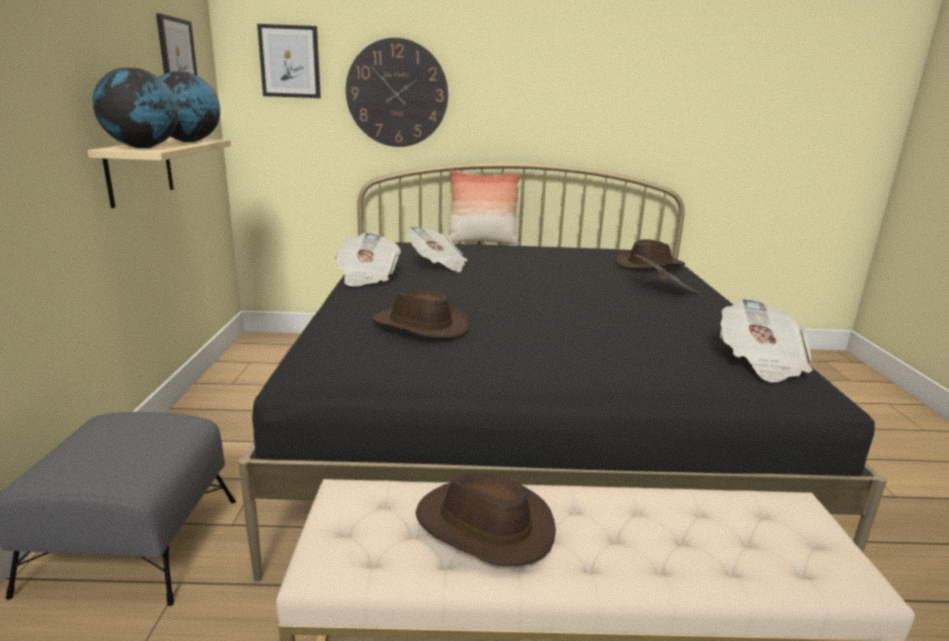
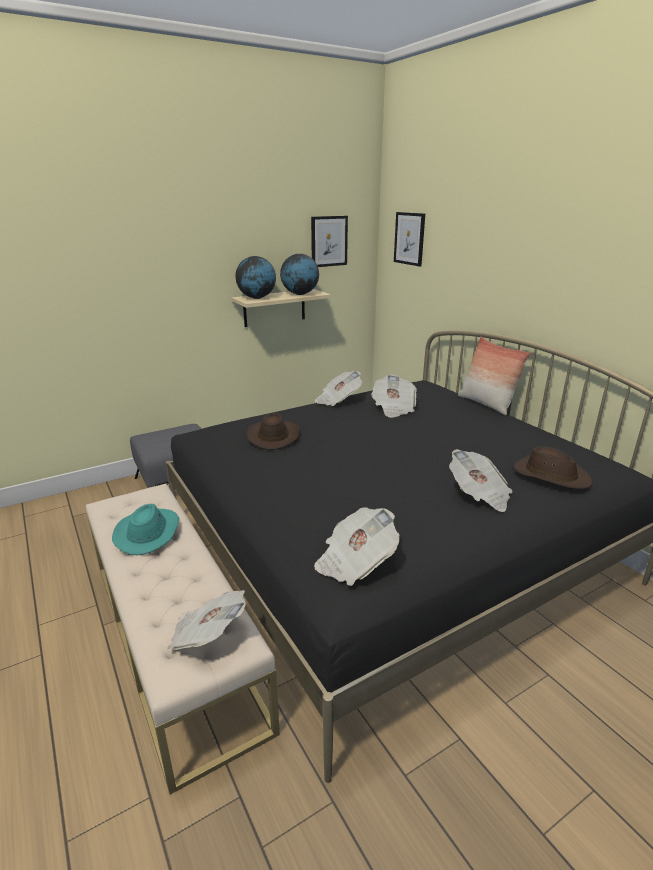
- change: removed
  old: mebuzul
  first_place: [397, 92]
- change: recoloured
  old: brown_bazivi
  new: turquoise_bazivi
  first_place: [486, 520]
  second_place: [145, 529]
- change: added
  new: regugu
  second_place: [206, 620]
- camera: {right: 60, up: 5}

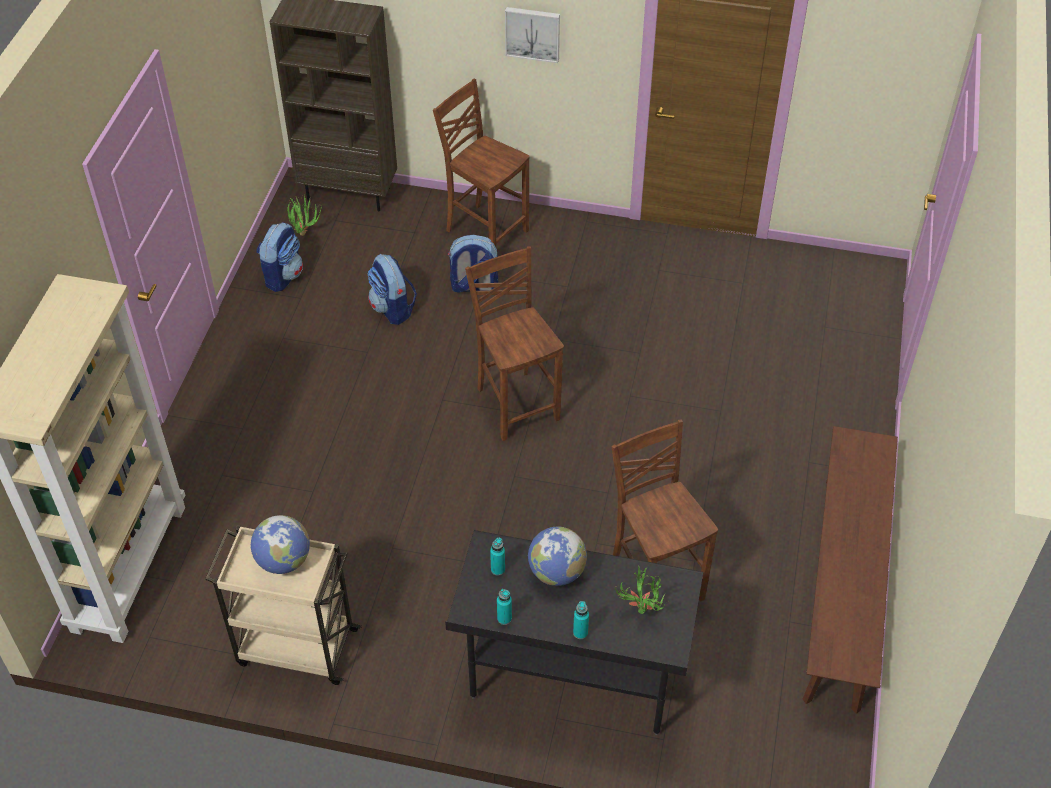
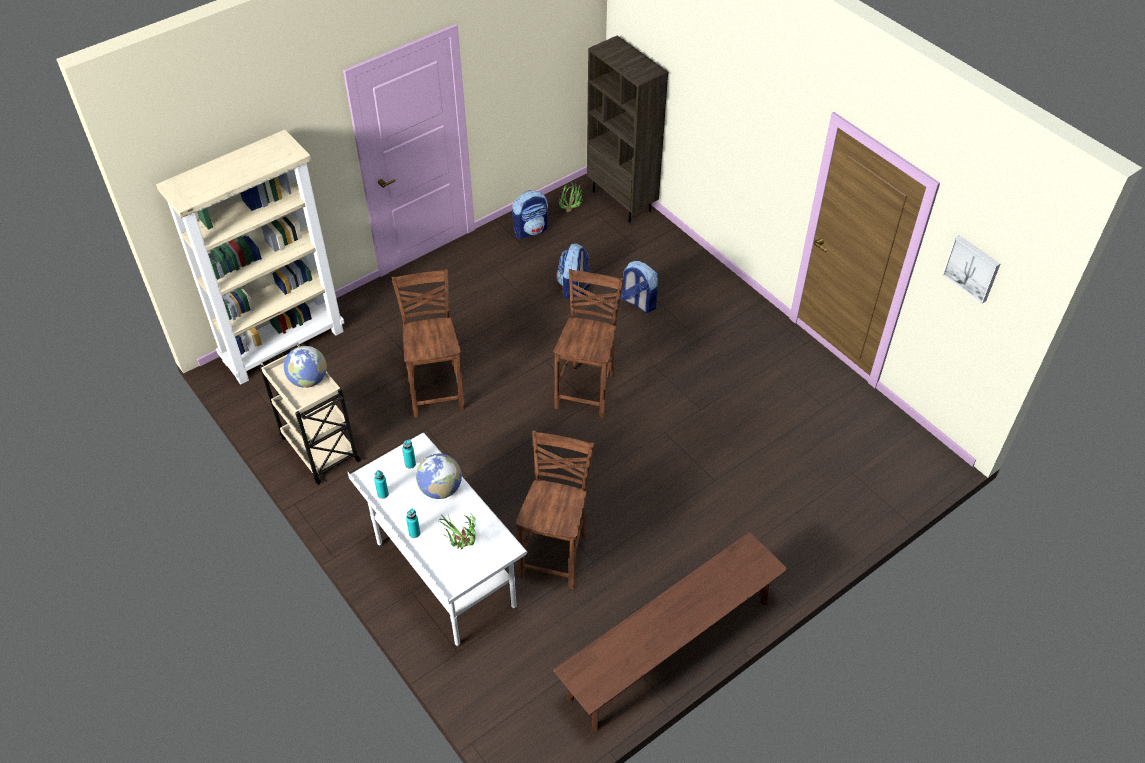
- change: moved
  old: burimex
  first_place: [532, 35]
  second_place: [971, 270]
- change: moved
  old: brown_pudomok
  first_place: [481, 162]
  second_place: [428, 343]
- change: recoloured
  old: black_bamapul
  new: white_bamapul
  first_place: [574, 632]
  second_place: [438, 540]
- camera: {right: 40, up: 0}

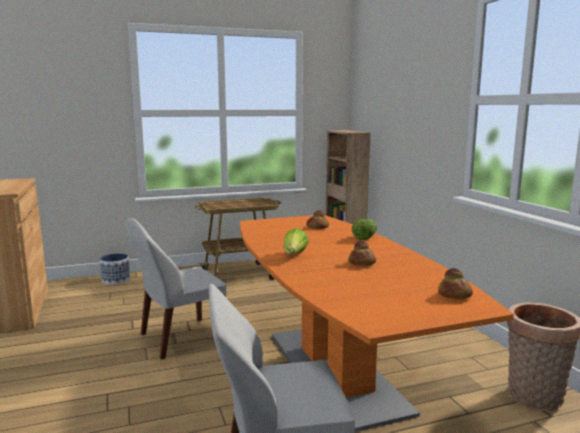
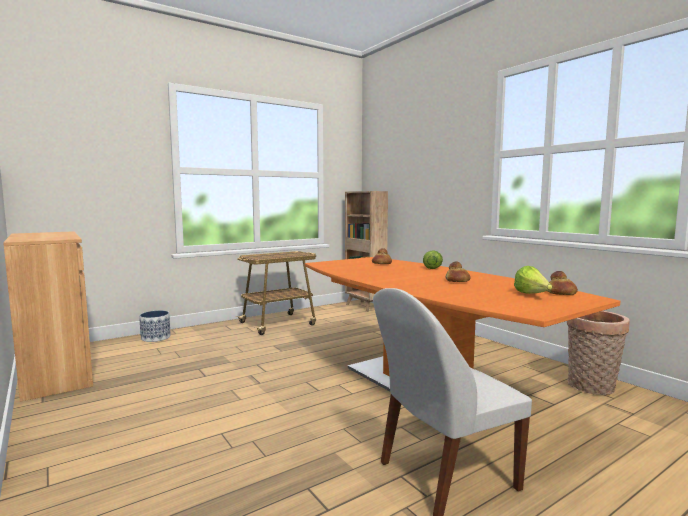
- change: removed
  old: white_pudomok
  first_place: [175, 289]
- change: moved
  old: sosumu
  first_place: [296, 241]
  second_place: [533, 280]
- camera: {right: -15, up: -5}

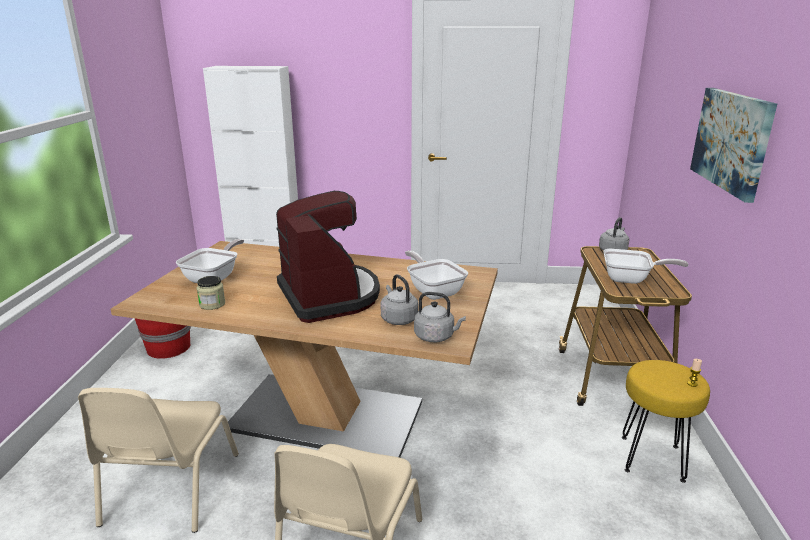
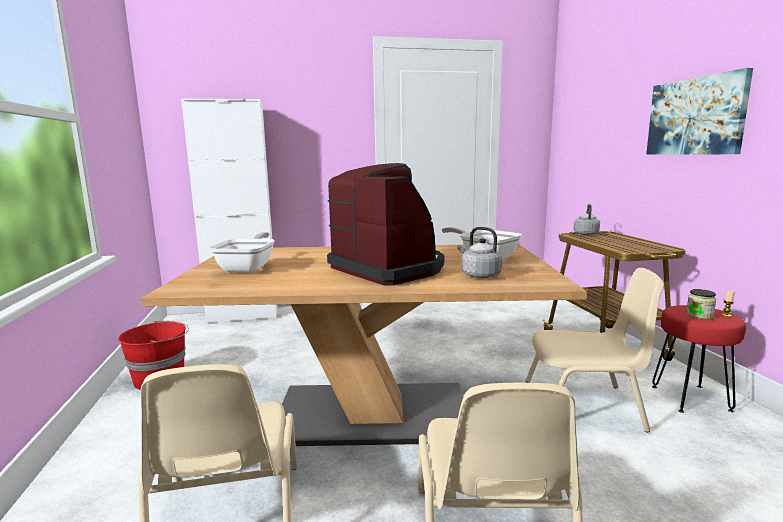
- change: removed
  old: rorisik
  first_place: [645, 266]
- change: moved
  old: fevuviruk
  first_place: [211, 293]
  second_place: [701, 304]
- change: removed
  old: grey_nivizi
  first_place: [440, 317]
- change: recoloured
  old: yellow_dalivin
  new: red_dalivin
  first_place: [666, 421]
  second_place: [699, 359]
- change: added
  new: beige_pudomok
  second_place: [594, 350]
- camera: {right: -15, up: -10}

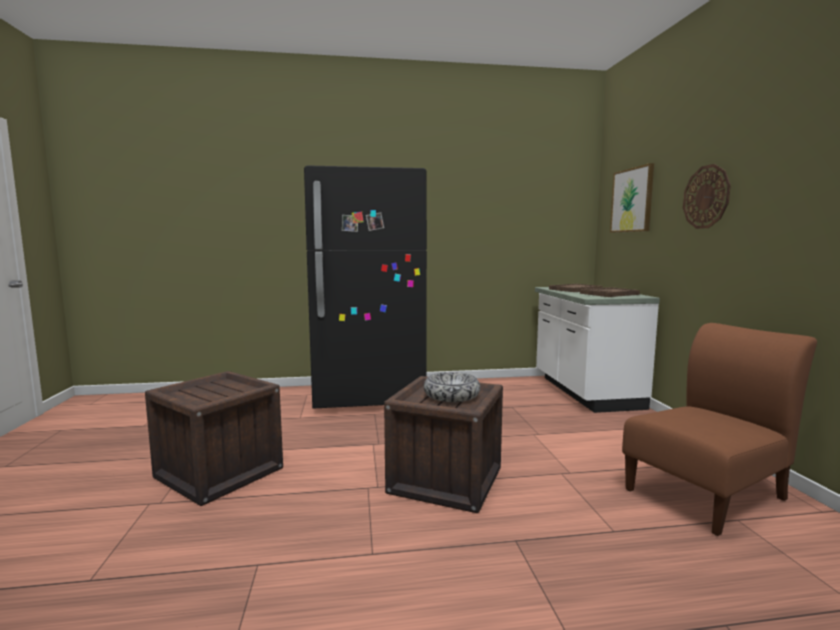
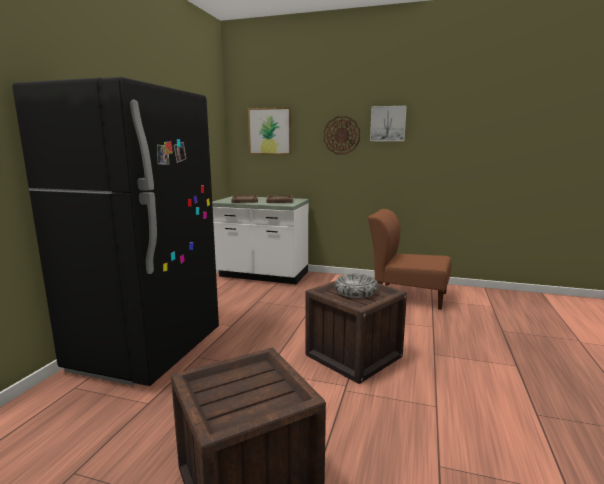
- change: turned
  old: brown_pudomok
  first_place: [719, 429]
  second_place: [410, 259]
  degrees: -60
- change: added
  new: burimex
  second_place: [388, 123]
- camera: {right: -65, up: 5}

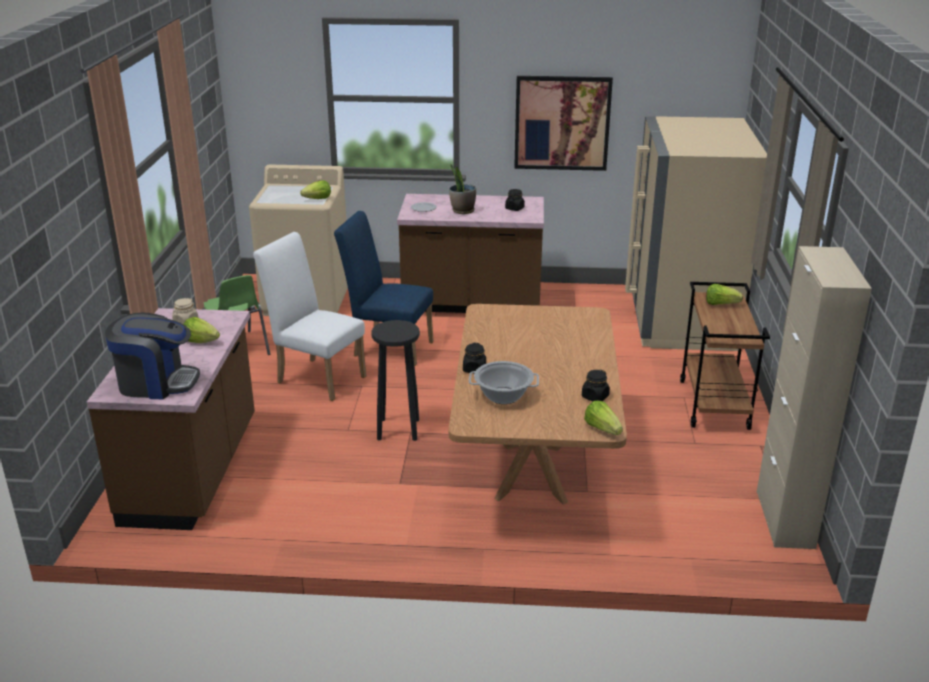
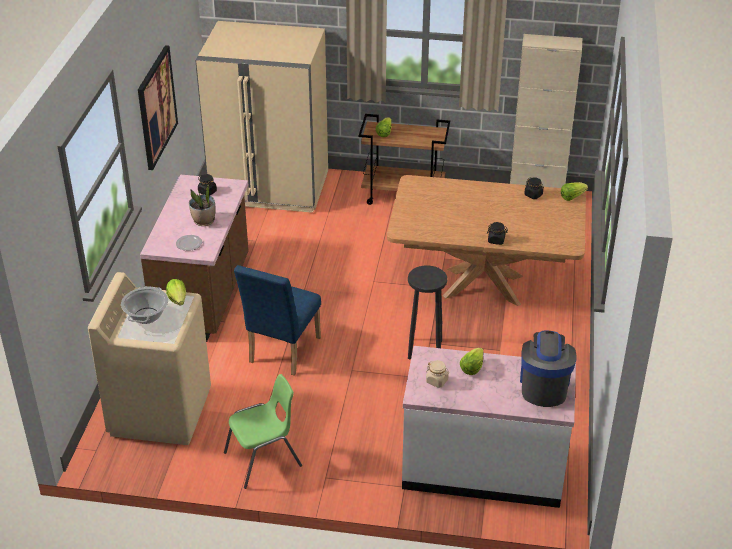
- change: removed
  old: white_pudomok
  first_place: [309, 316]
- change: recoloured
  old: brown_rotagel
  new: white_rotagel
  first_place: [171, 419]
  second_place: [489, 427]
- change: moved
  old: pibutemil
  first_place: [504, 382]
  second_place: [144, 305]
- camera: {right: -85, up: 10}

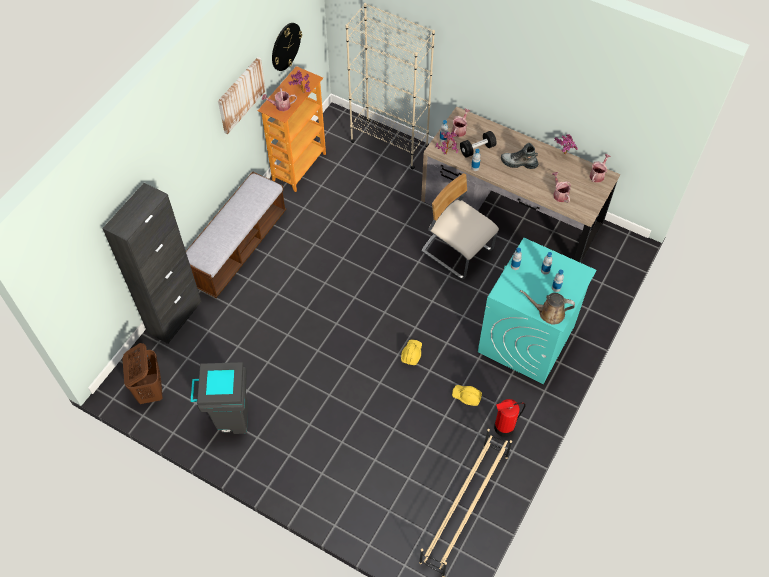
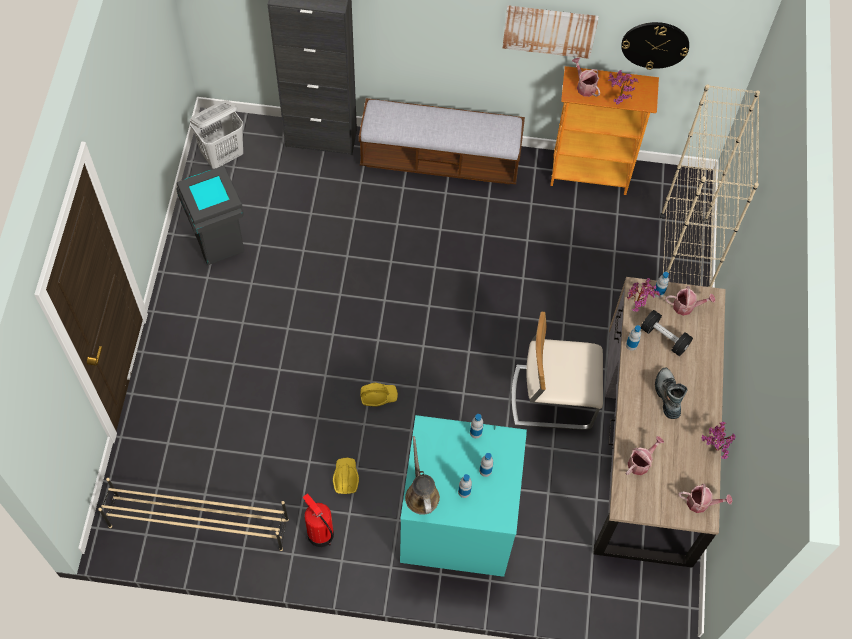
- change: turned
  old: beige_pudomok
  first_place: [460, 226]
  second_place: [557, 371]
  degrees: -105
- change: recoloured
  old: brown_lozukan
  new: white_lozukan
  first_place: [143, 373]
  second_place: [216, 134]
- camera: {right: 65, up: 5}

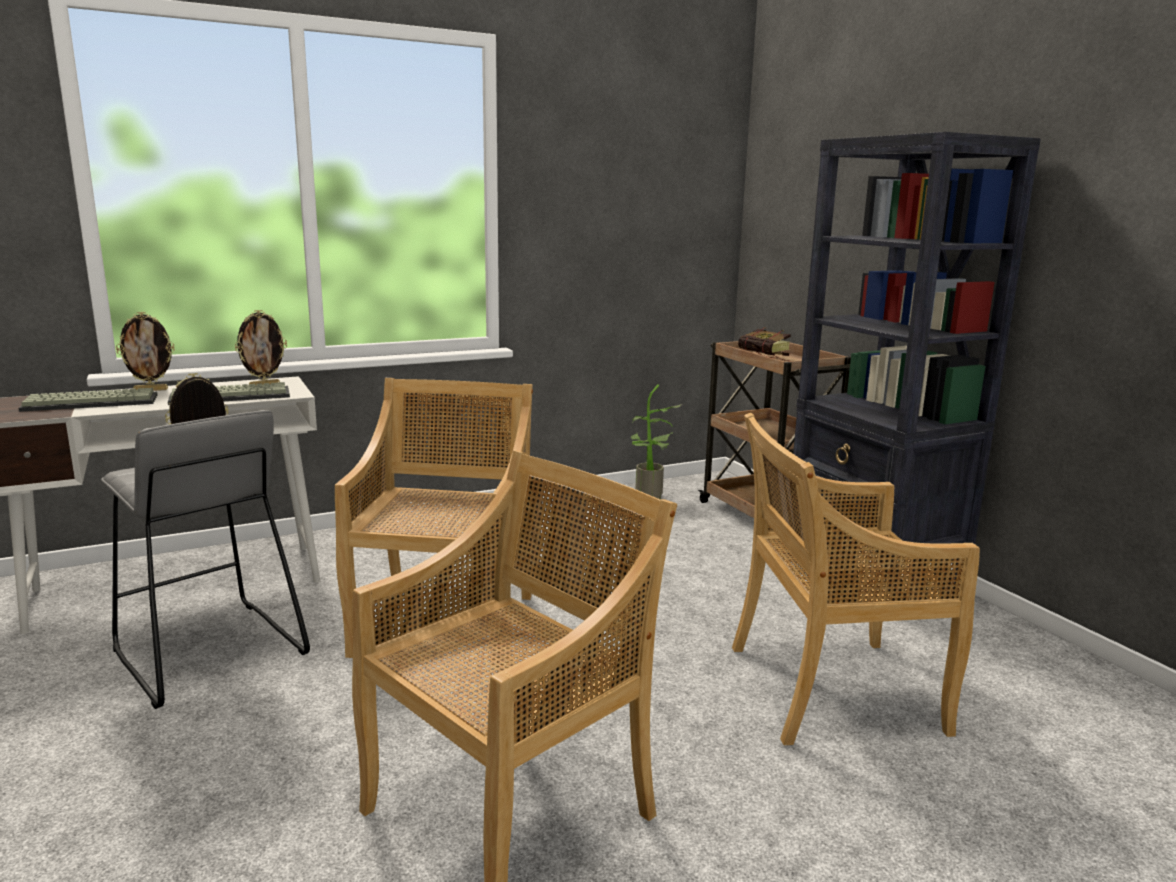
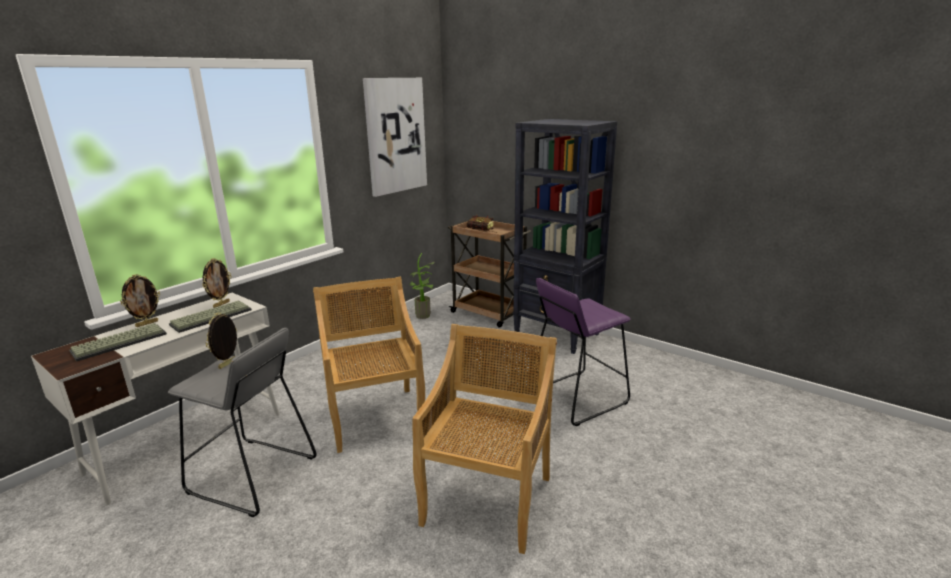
- change: replaced
  old: beige_pudomok
  new: purple_dalivin
  first_place: [856, 579]
  second_place: [578, 352]
- change: added
  new: burimex
  second_place: [395, 137]
- camera: {right: -25, up: 5}

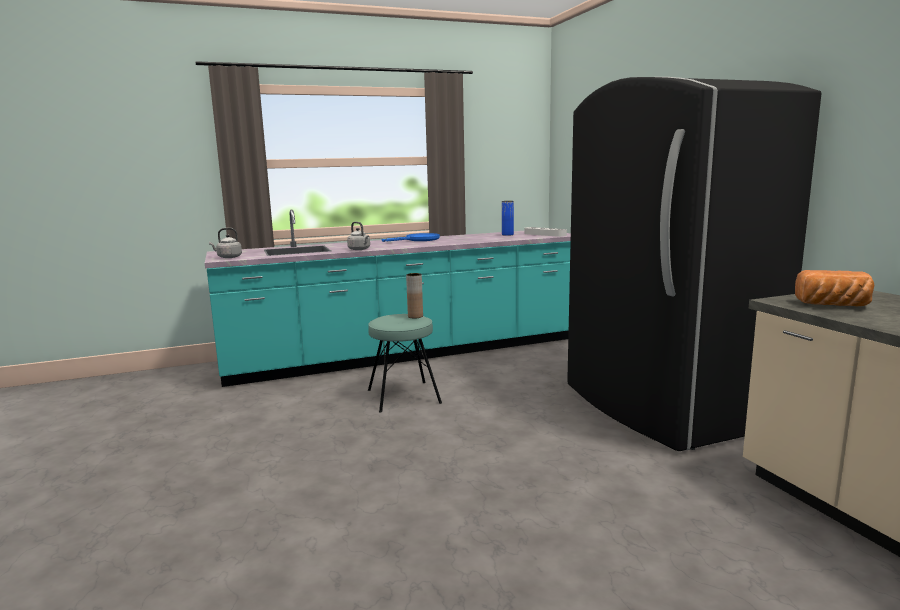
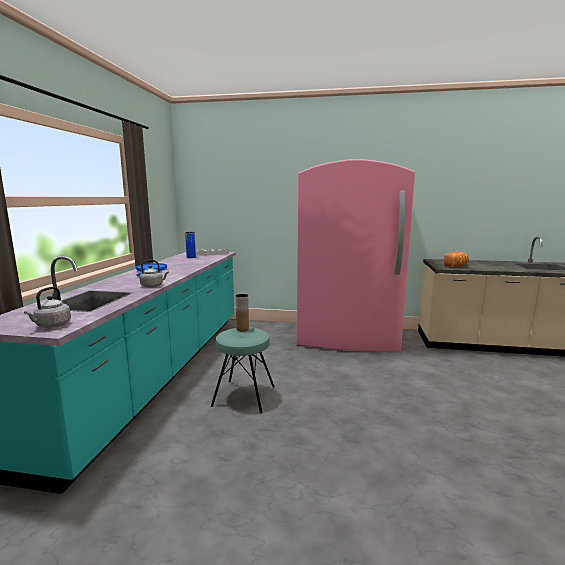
- change: recoloured
  old: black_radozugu
  new: pink_radozugu
  first_place: [694, 264]
  second_place: [356, 255]
- camera: {right: -60, up: 0}

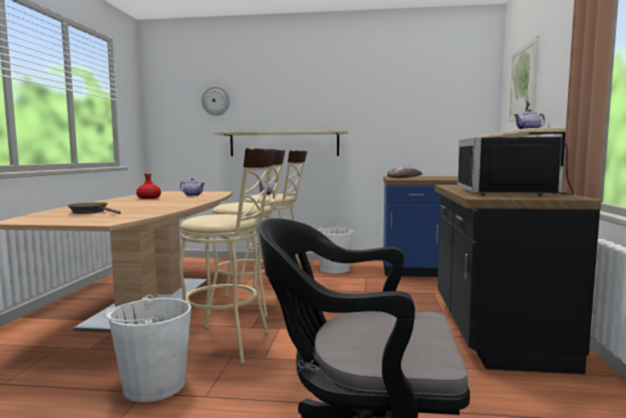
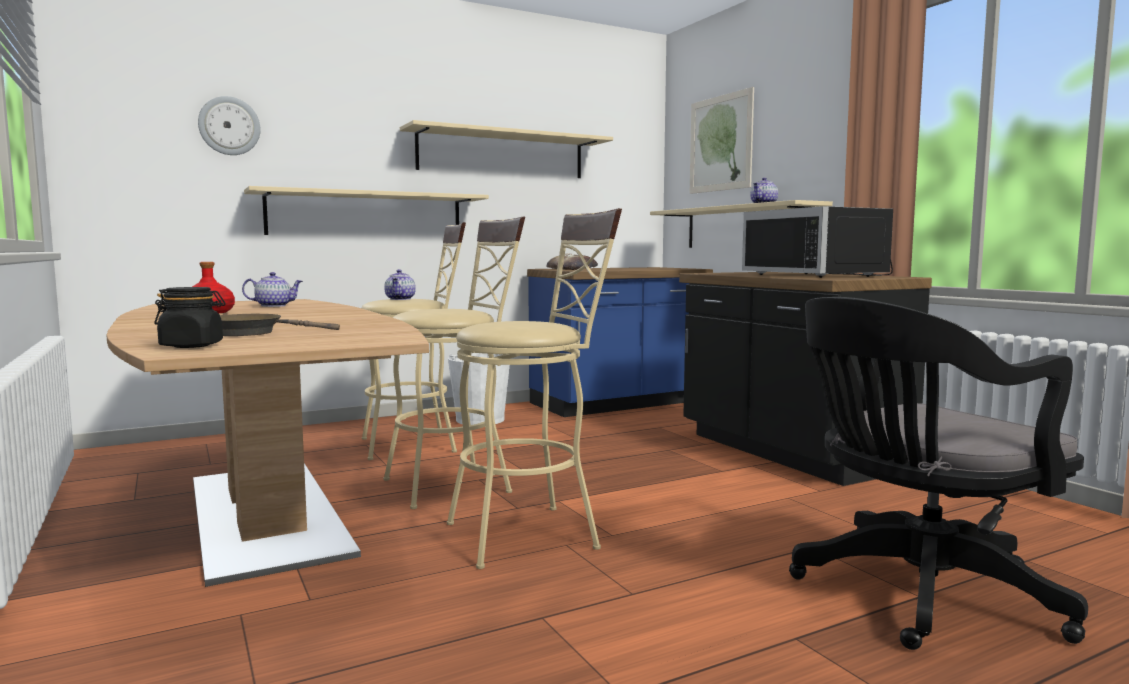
- change: removed
  old: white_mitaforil
  first_place: [147, 348]
- change: added
  new: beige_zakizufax
  second_place: [506, 149]
- change: added
  new: black_fevuviruk
  second_place: [189, 317]
- camera: {right: -35, up: 0}

